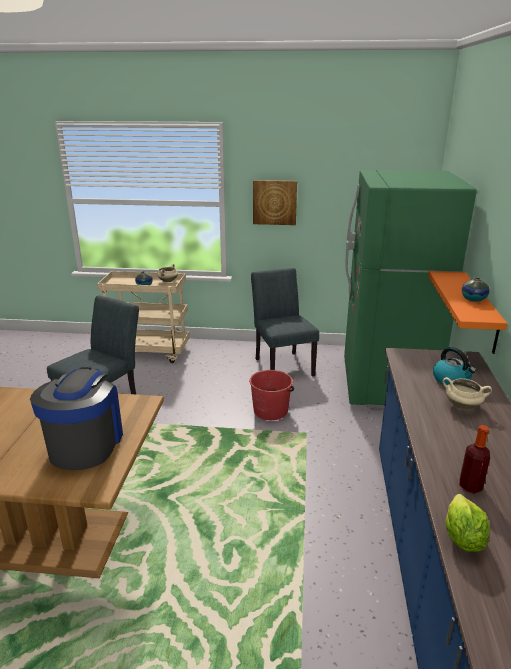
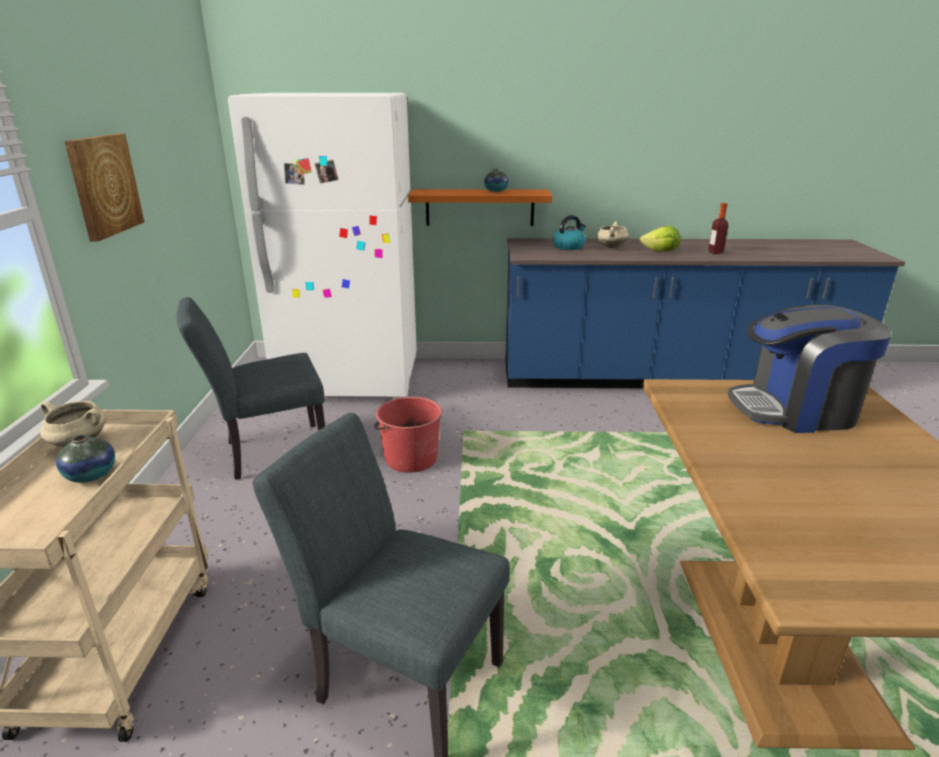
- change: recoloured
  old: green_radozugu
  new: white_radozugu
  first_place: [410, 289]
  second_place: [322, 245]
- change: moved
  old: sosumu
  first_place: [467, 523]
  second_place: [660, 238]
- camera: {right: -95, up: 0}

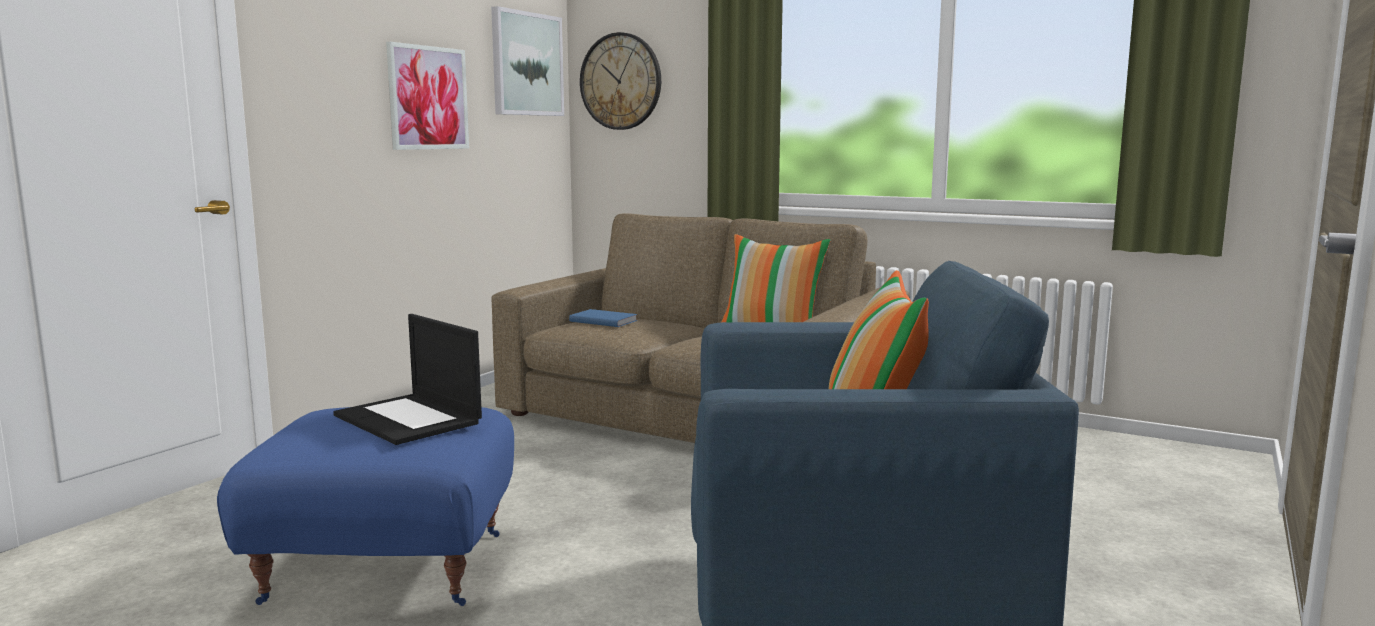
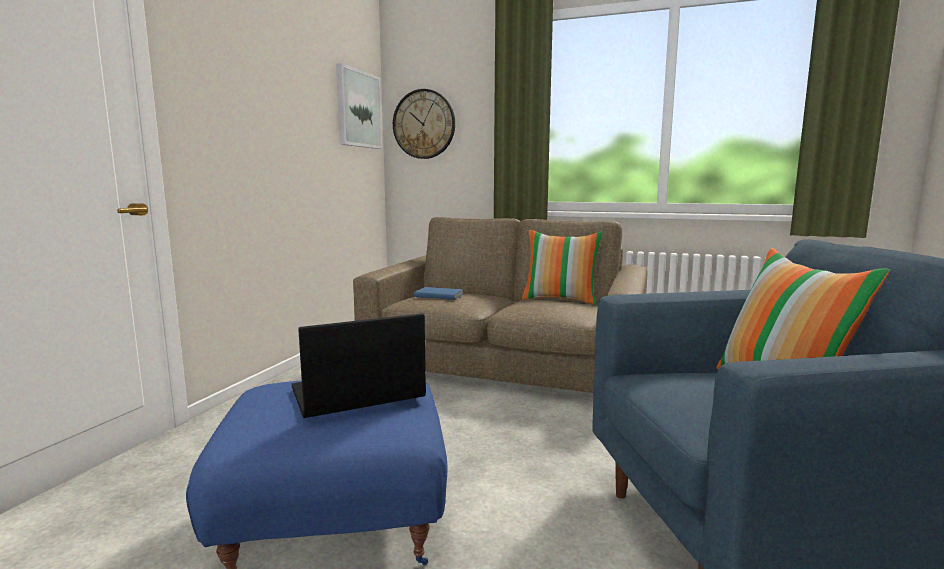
- change: removed
  old: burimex
  first_place: [427, 96]
- change: turned
  old: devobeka
  first_place: [407, 379]
  second_place: [359, 365]
  degrees: 120
- camera: {right: -10, up: 0}

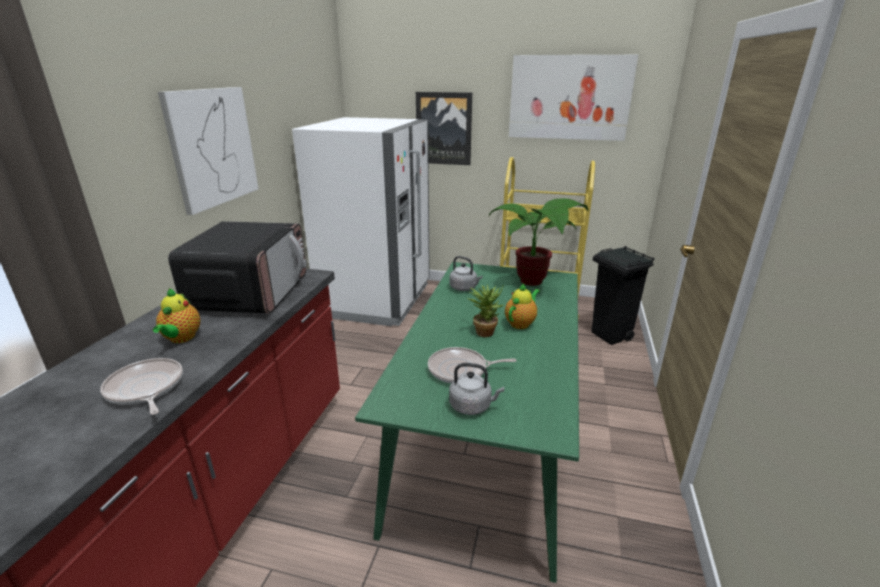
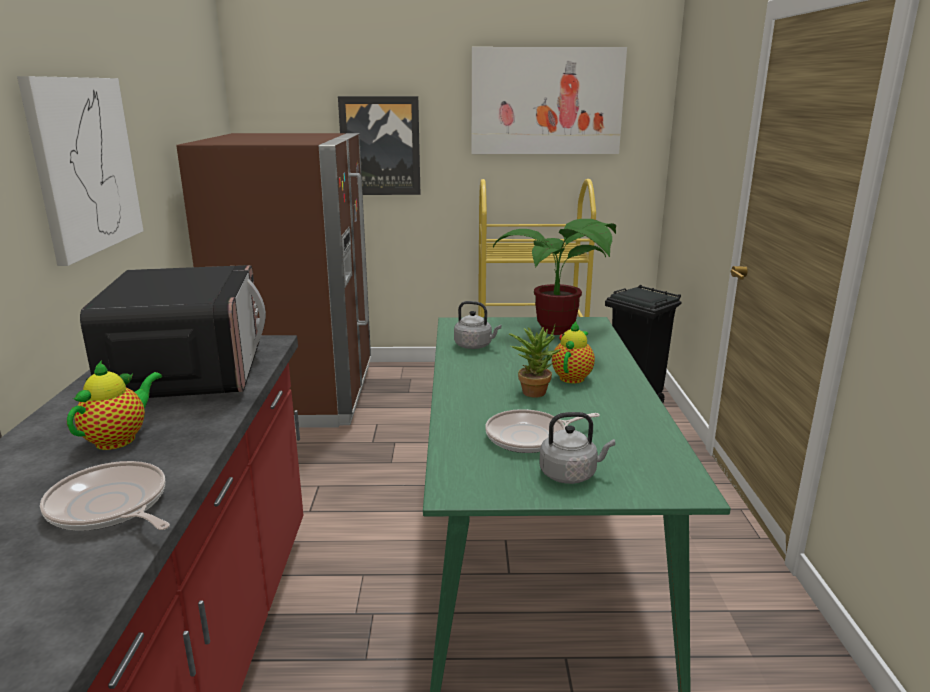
- change: recoloured
  old: white_radozugu
  new: brown_radozugu
  first_place: [361, 221]
  second_place: [273, 280]
- change: turned
  old: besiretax
  first_place: [176, 315]
  second_place: [114, 405]
  degrees: -135
- camera: {right: -15, up: -5}

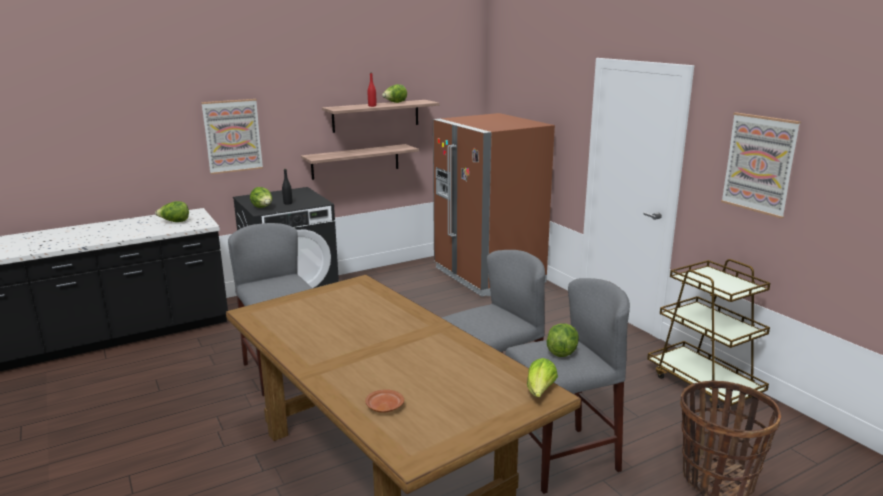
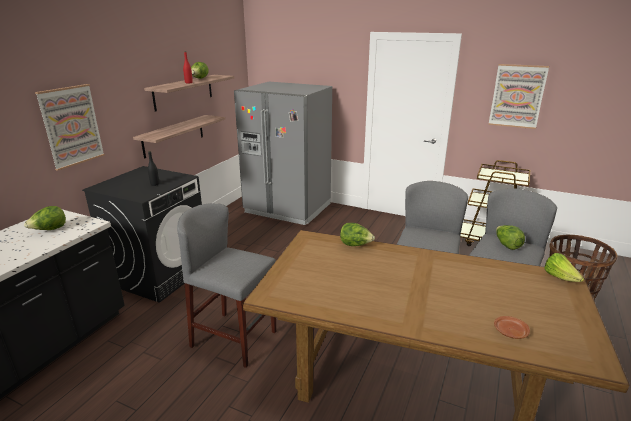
- change: recoloured
  old: brown_radozugu
  new: grey_radozugu
  first_place: [494, 205]
  second_place: [283, 153]
- change: moved
  old: sosumu
  first_place: [261, 197]
  second_place: [357, 234]
- camera: {right: -35, up: 5}

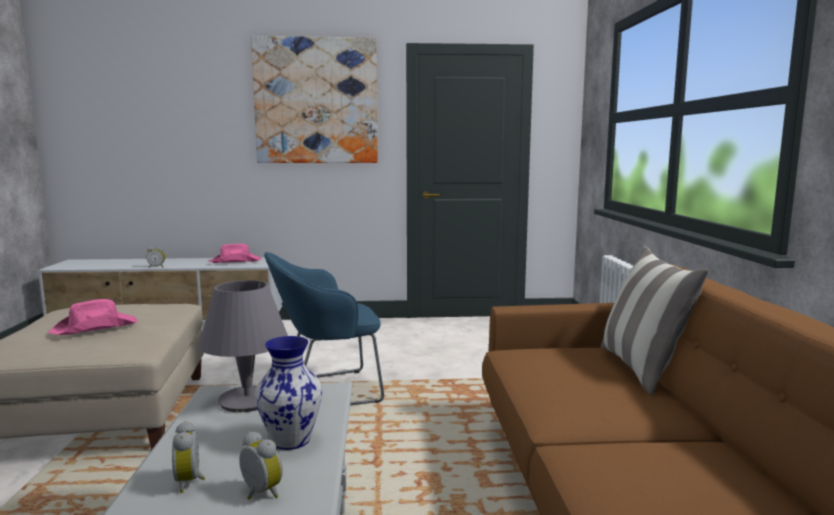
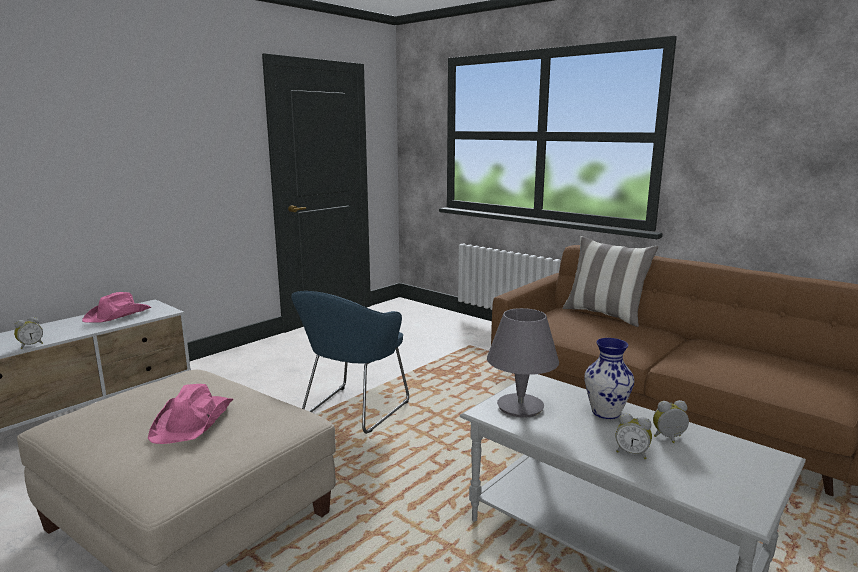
- change: removed
  old: burimex
  first_place: [314, 99]
- camera: {right: -45, up: 5}

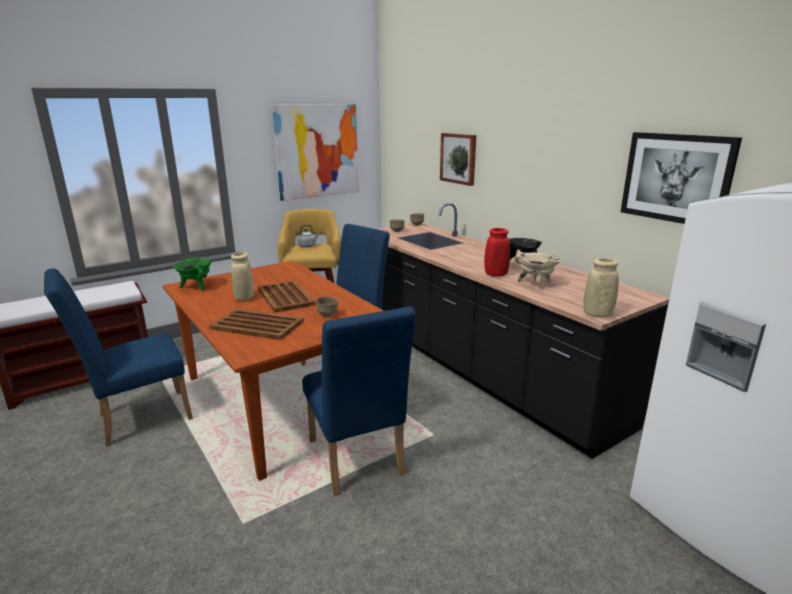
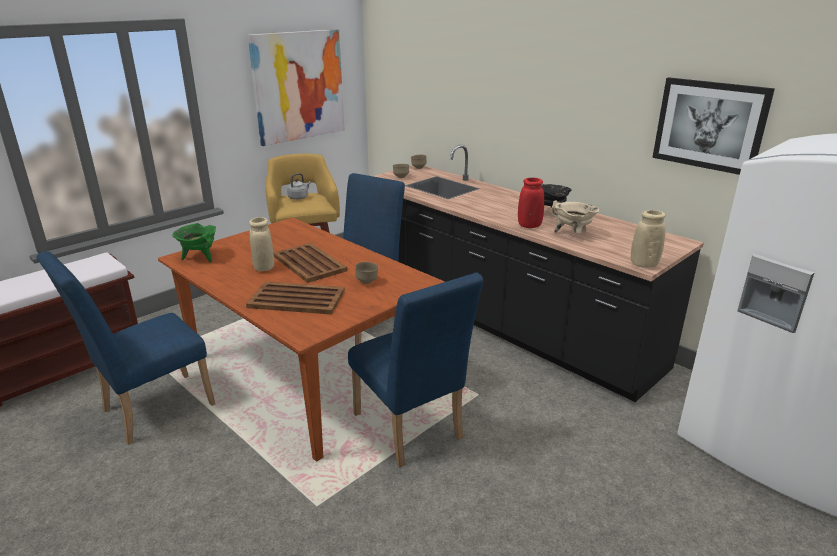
- change: removed
  old: burimex
  first_place: [458, 159]
- camera: {right: -10, up: 5}

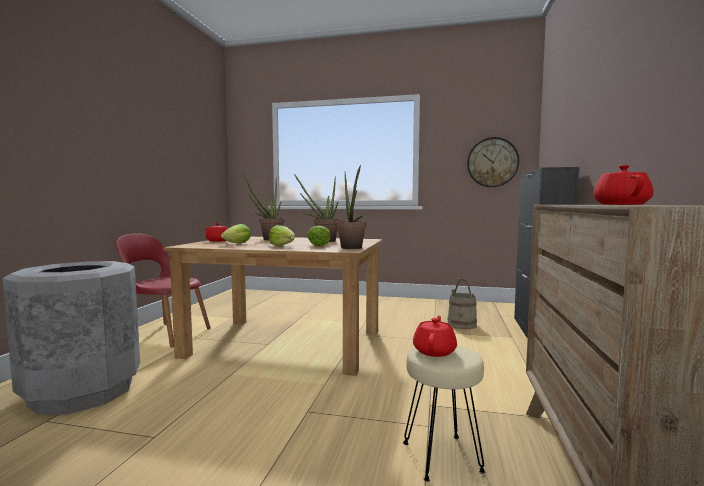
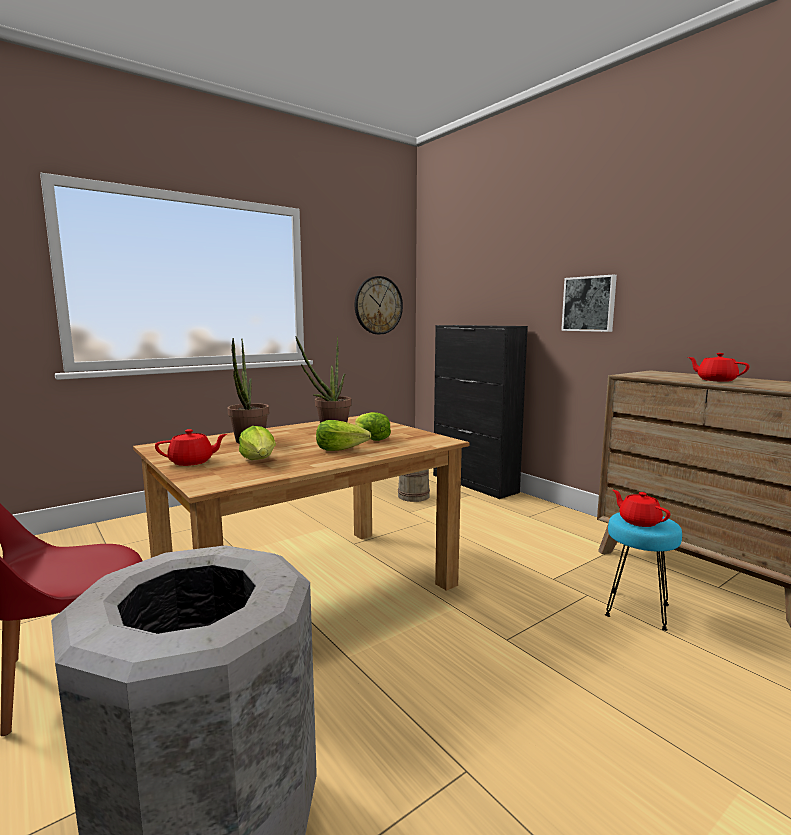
- change: removed
  old: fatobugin
  first_place: [351, 207]
- change: recoloured
  old: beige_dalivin
  new: turquoise_dalivin
  first_place: [444, 413]
  second_place: [643, 571]
- change: added
  new: burimex
  second_place: [589, 303]
- camera: {right: -50, up: 5}

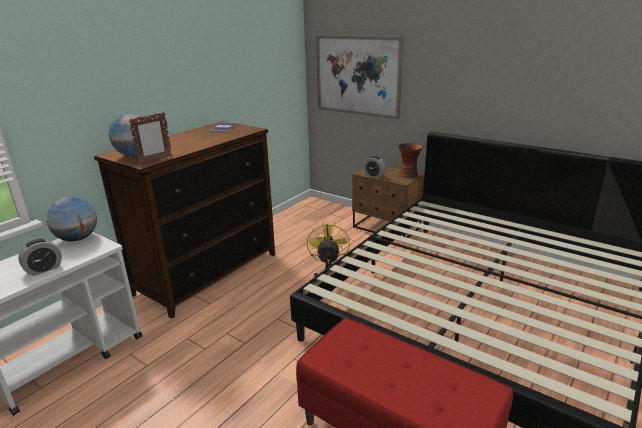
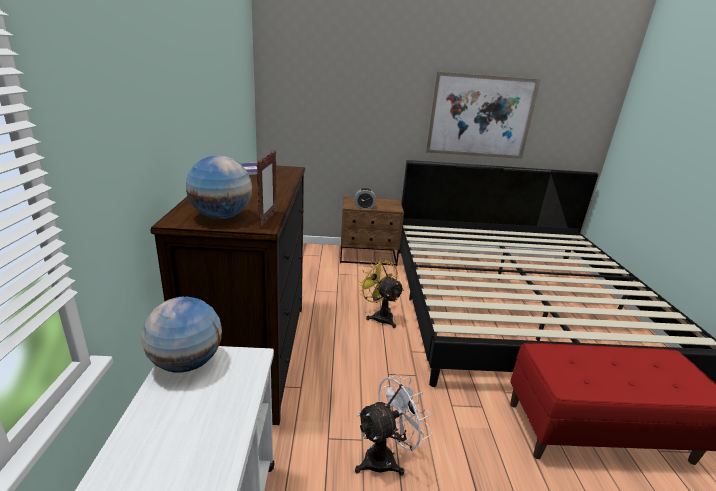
- change: moved
  old: burimex
  first_place: [359, 77]
  second_place: [483, 115]
- change: removed
  old: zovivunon
  first_place: [410, 160]
- change: removed
  old: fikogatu
  first_place: [40, 257]
- change: added
  new: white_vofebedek
  second_place: [393, 425]
- camera: {right: -40, up: 0}

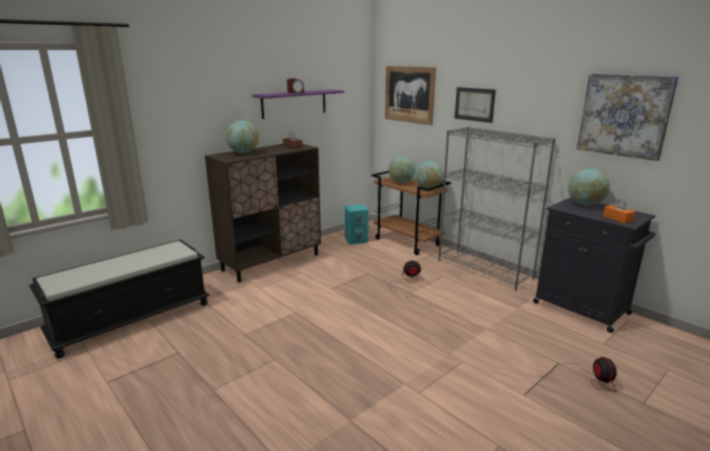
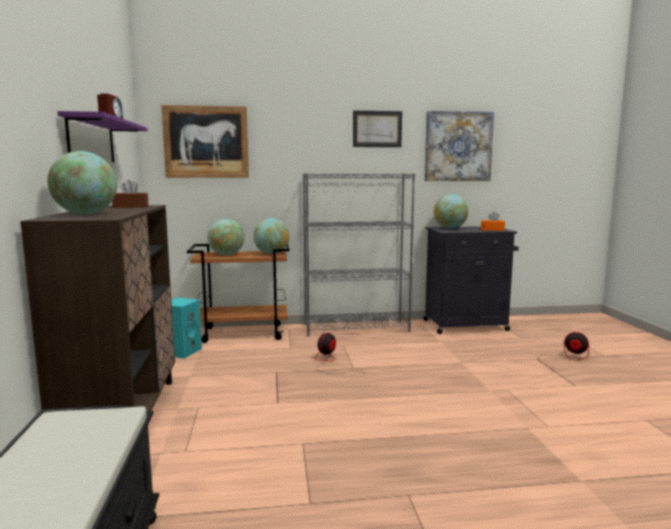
- change: moved
  old: burimex
  first_place: [475, 105]
  second_place: [377, 129]
- camera: {right: -55, up: -10}

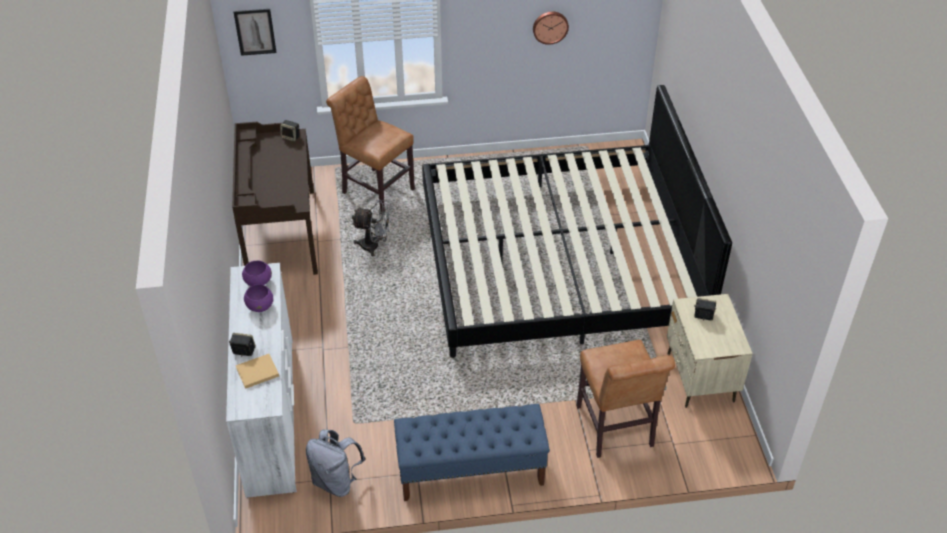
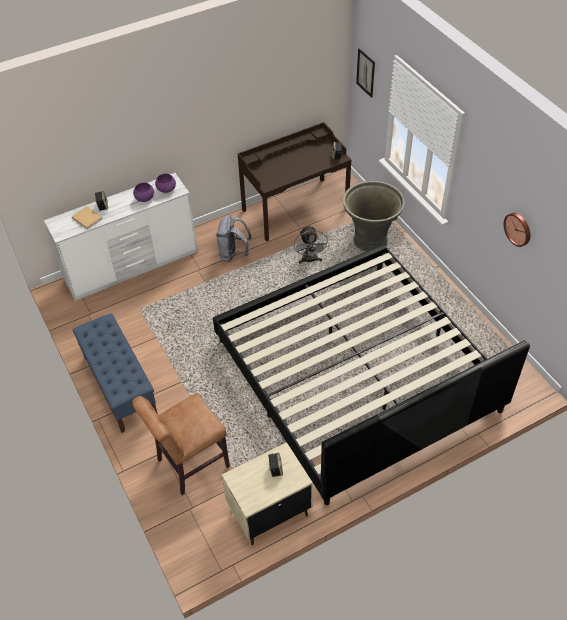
- change: replaced
  old: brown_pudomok
  new: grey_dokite
  first_place: [370, 145]
  second_place: [374, 216]
- change: moved
  old: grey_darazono
  first_place: [335, 463]
  second_place: [234, 238]
- camera: {right: 70, up: 5}

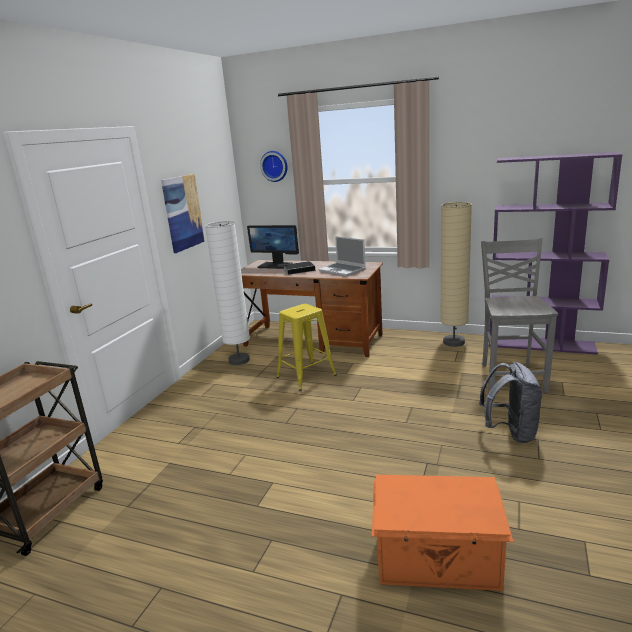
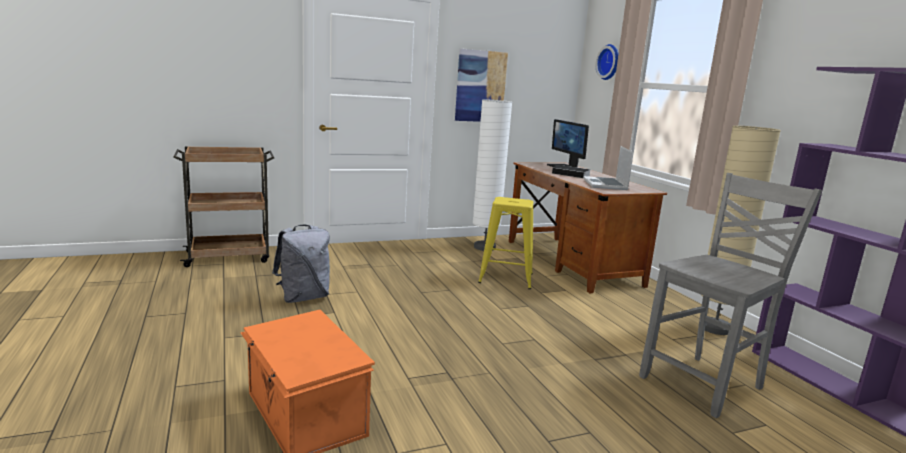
- change: moved
  old: grey_darazono
  first_place: [511, 402]
  second_place: [301, 264]
- camera: {right: 45, up: -5}

